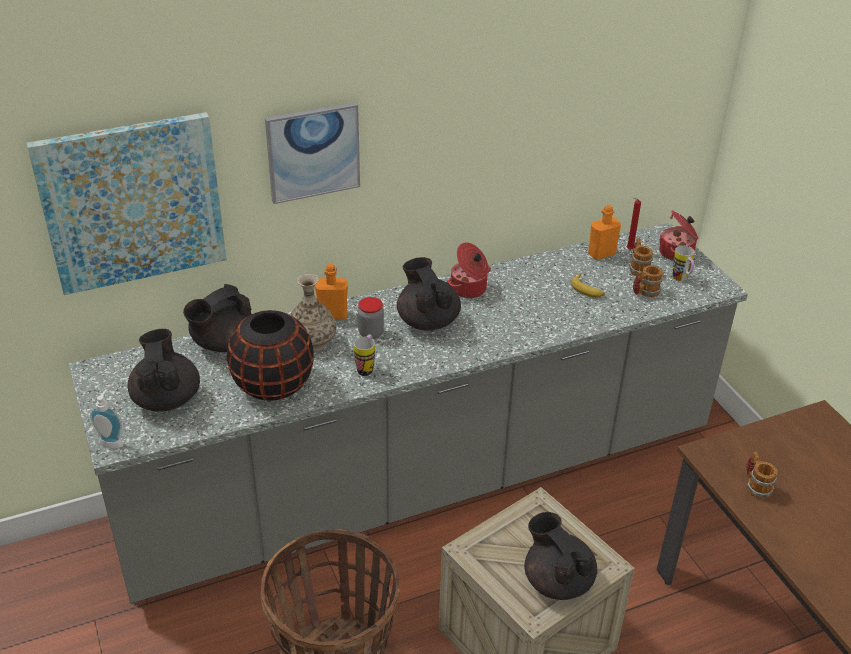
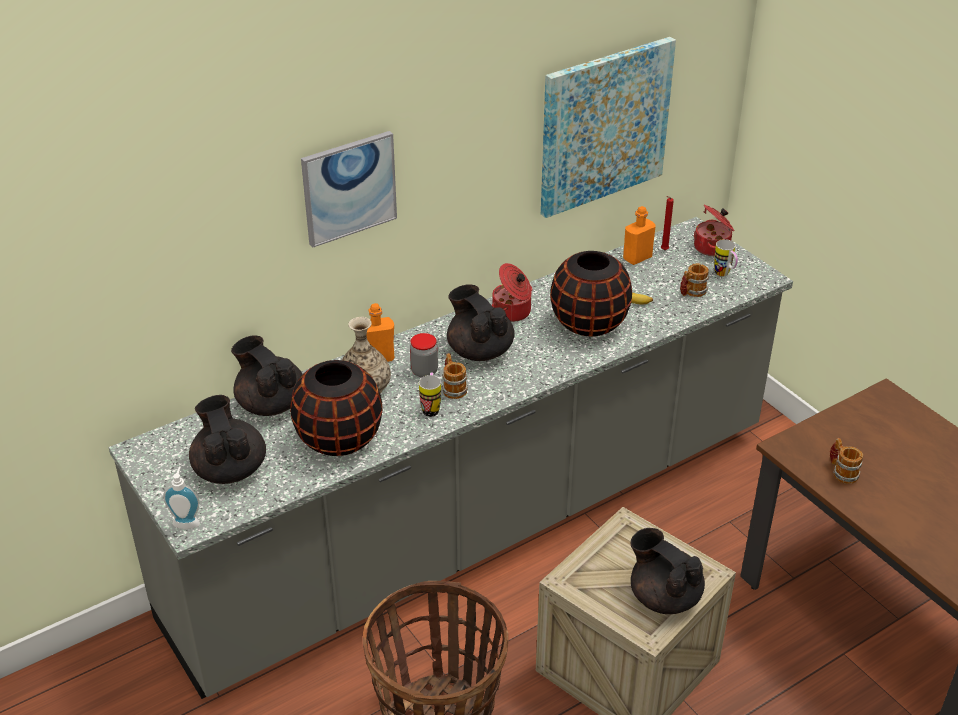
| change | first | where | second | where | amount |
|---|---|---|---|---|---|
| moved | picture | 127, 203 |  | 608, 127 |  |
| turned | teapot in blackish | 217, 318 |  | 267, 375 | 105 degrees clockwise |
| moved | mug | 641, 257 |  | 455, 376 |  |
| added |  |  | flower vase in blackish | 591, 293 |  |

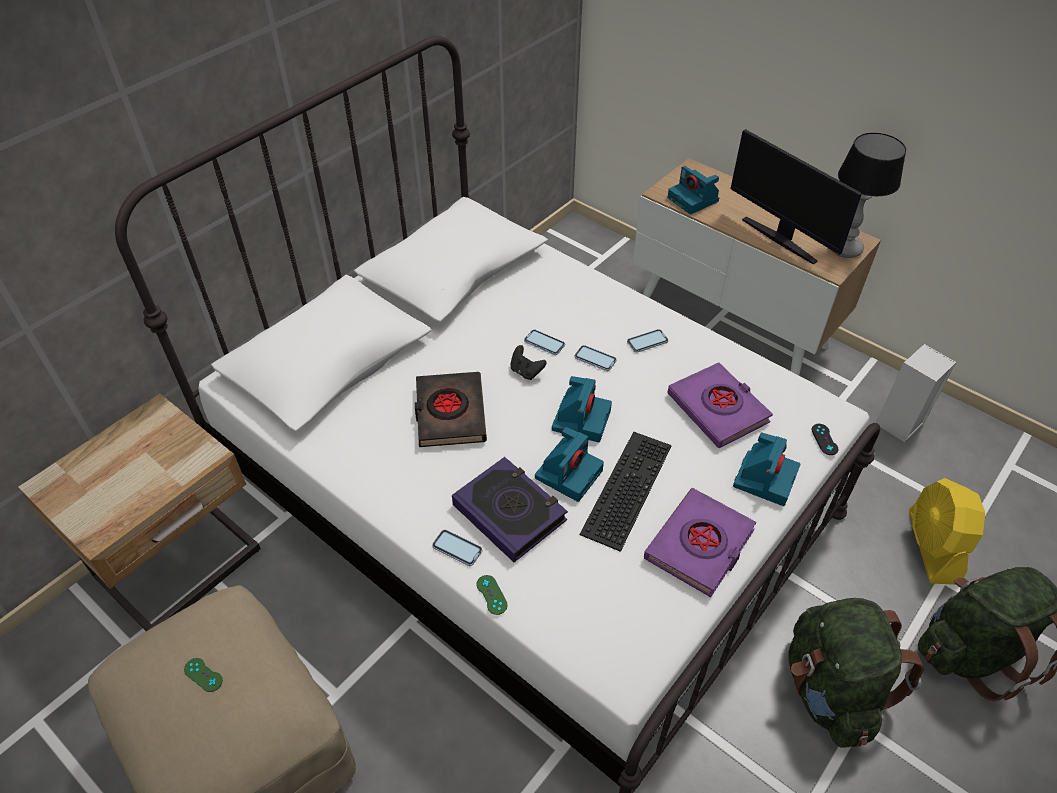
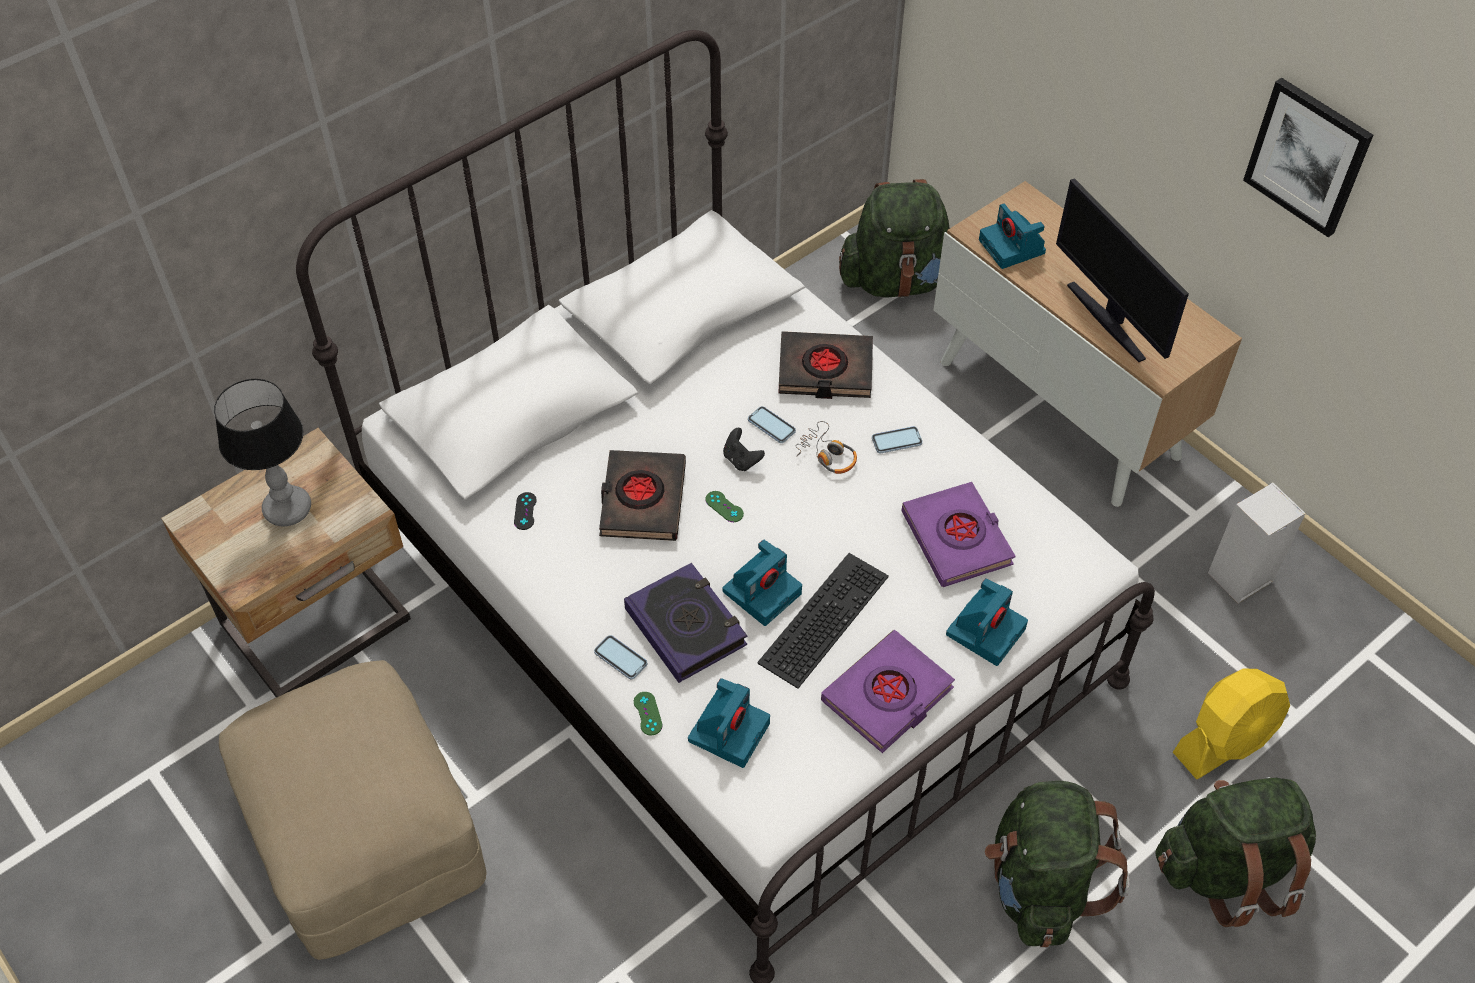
| change | first | where | second | where | amount |
|---|---|---|---|---|---|
| moved | game controller in green | 203, 675 |  | 724, 506 |  |
| moved | photo camera | 582, 409 |  | 729, 723 |  |
| replaced | telephone | 595, 358 | pair of headphones | 826, 447 |  |
| moved | game controller in blackish | 825, 439 |  | 525, 511 |  |
| moved | lamp for a table | 868, 195 |  | 262, 453 |  |
| turned | electric fan in yellow | 947, 531 |  | 1231, 723 | 135 degrees counterclockwise |
| added |  |  | volume in blackish | 825, 365 |  |
| added |  |  | backpack in green | 894, 238 |  |
| added |  |  | picture | 1308, 157 |  |

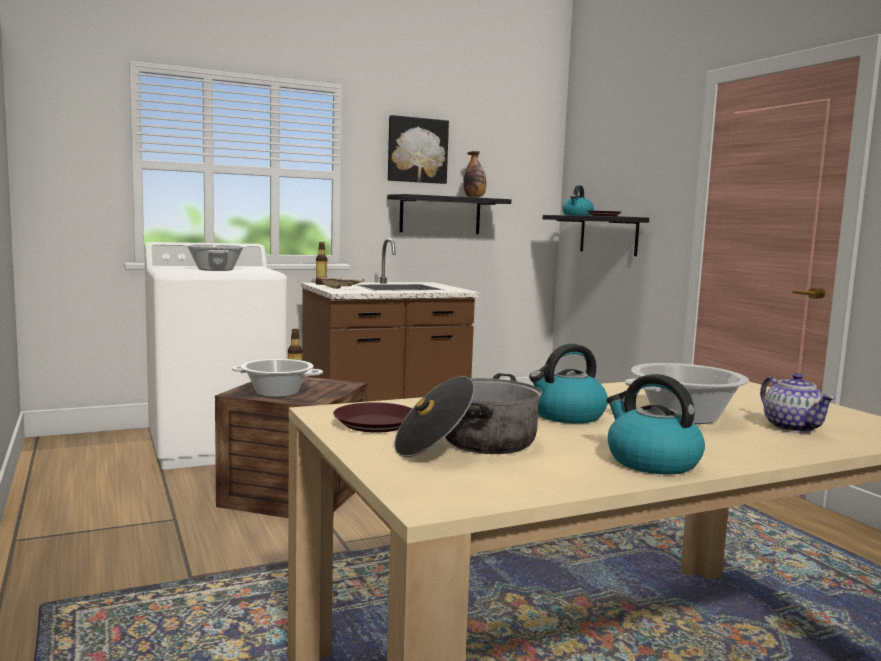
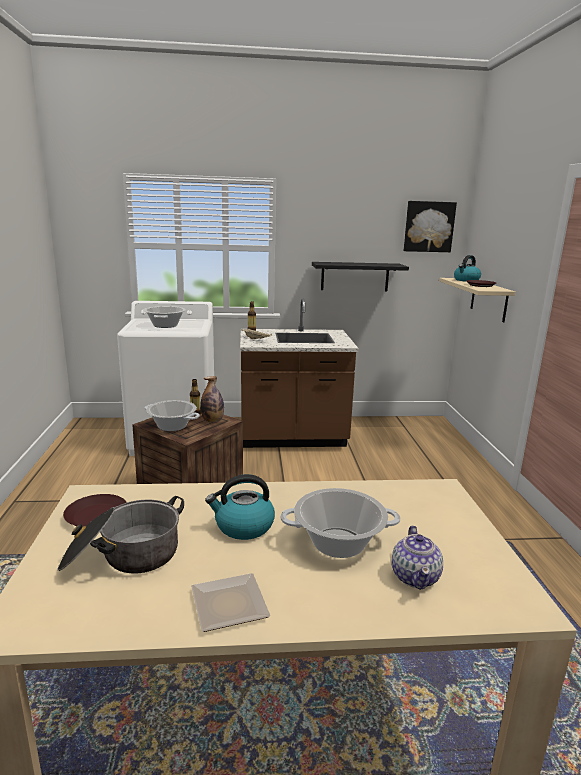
| change | first | where | second | where | amount |
|---|---|---|---|---|---|
| moved | picture | 418, 149 |  | 430, 226 |  |
| moved | drink bottle | 474, 174 |  | 212, 399 |  |
| recoloured | wall shelf in blackish | 596, 235 | wall shelf in beige | 477, 300 |  |
| replaced | tea kettle | 656, 424 | flat dish | 230, 602 |  |

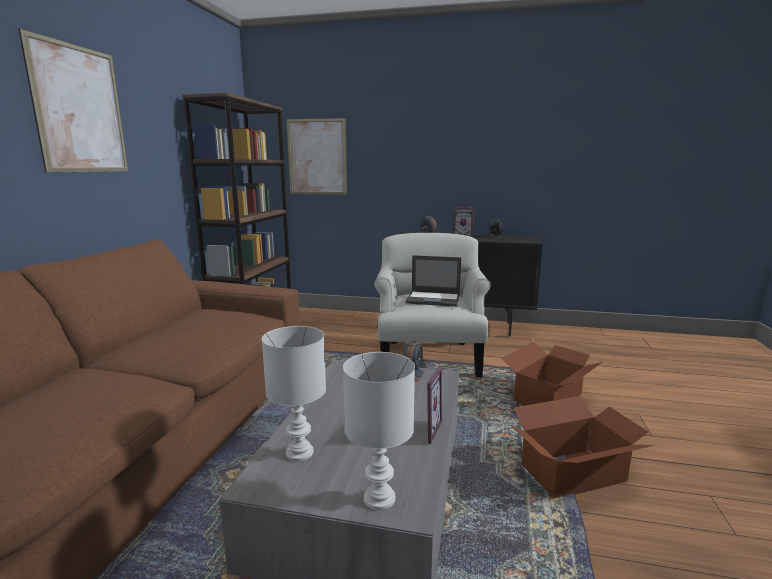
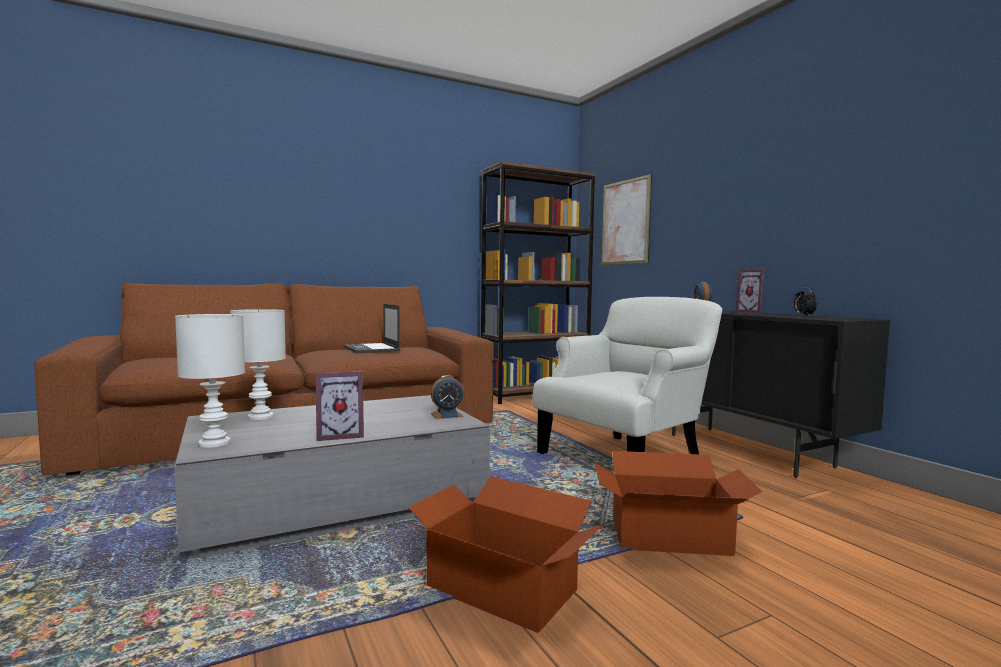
| change | first | where | second | where | amount |
|---|---|---|---|---|---|
| removed | picture | 73, 101 |  |  |  |
| moved | laptop | 433, 281 |  | 372, 328 |  |

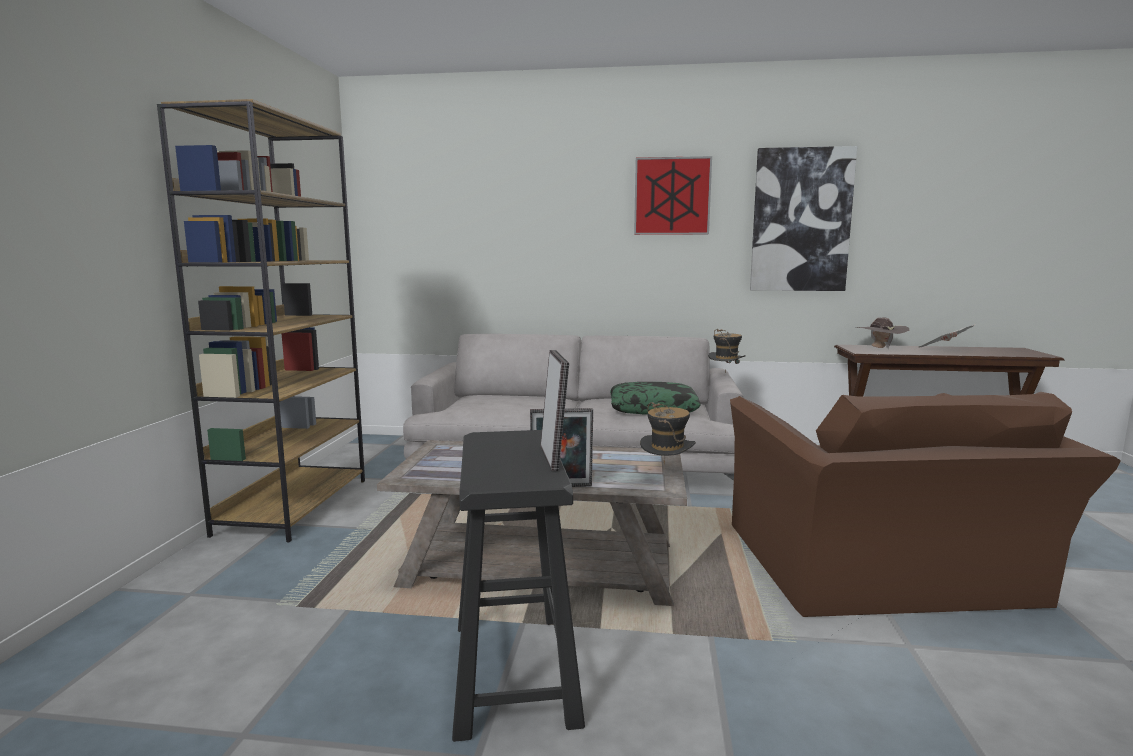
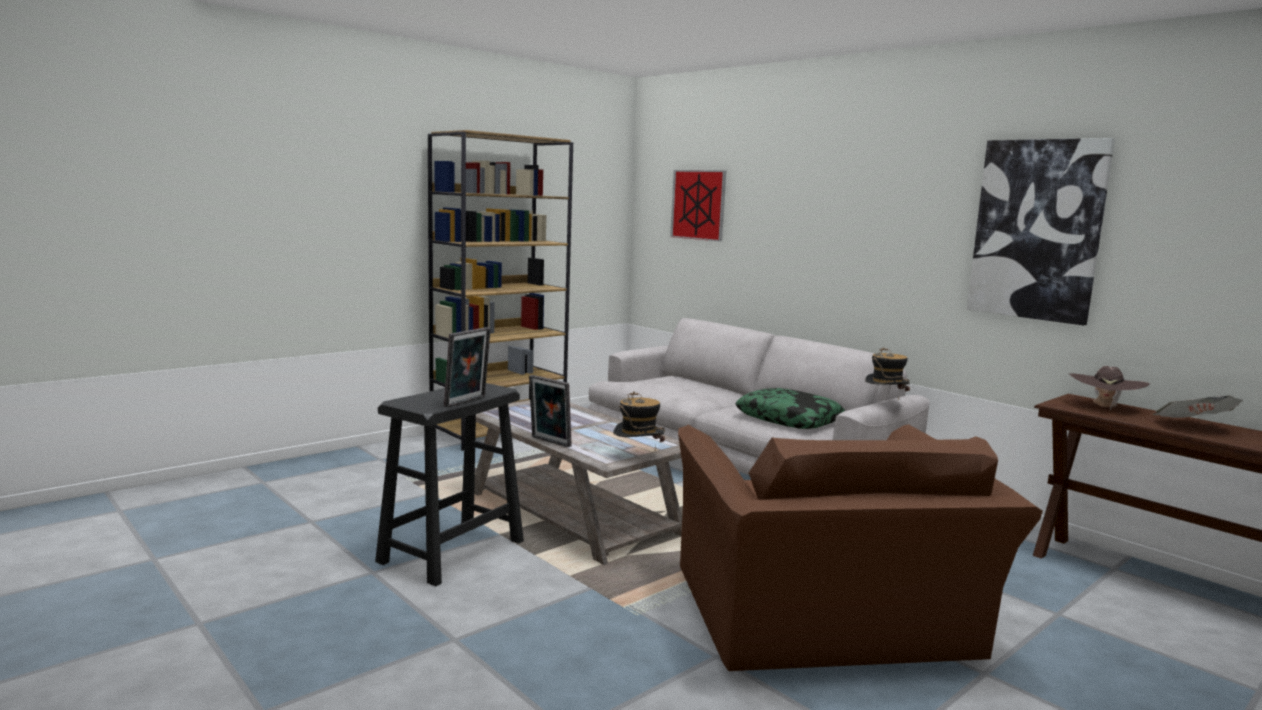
| change | first | where | second | where | amount |
|---|---|---|---|---|---|
| moved | picture | 673, 195 |  | 698, 206 |  |
| turned | lounge chair in brown | 925, 504 |  | 860, 548 | 45 degrees counterclockwise |

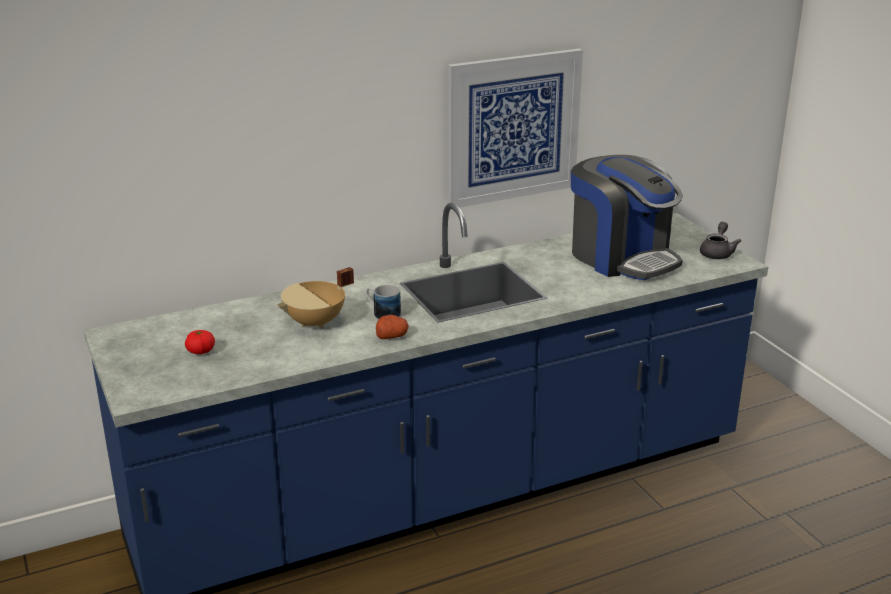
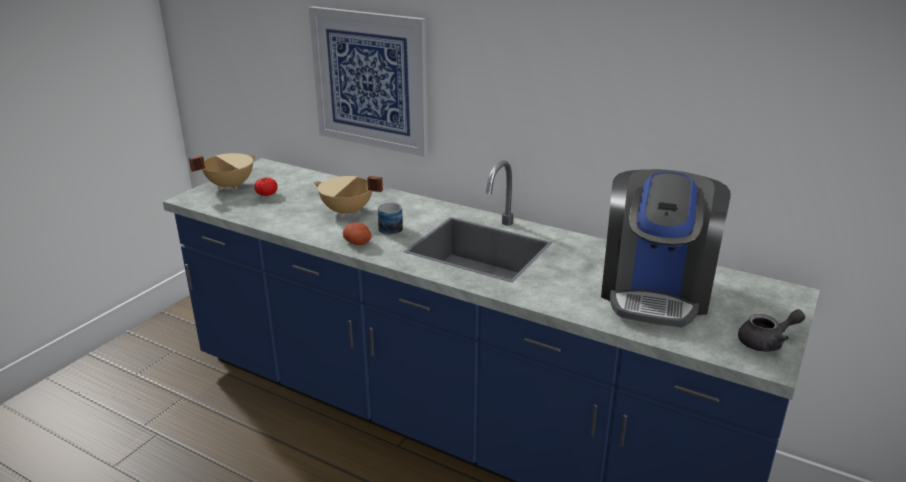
| change | first | where | second | where | amount |
|---|---|---|---|---|---|
| moved | picture | 515, 128 |  | 368, 81 |  |
| added |  |  | cooking pot in beige | 222, 171 |  |

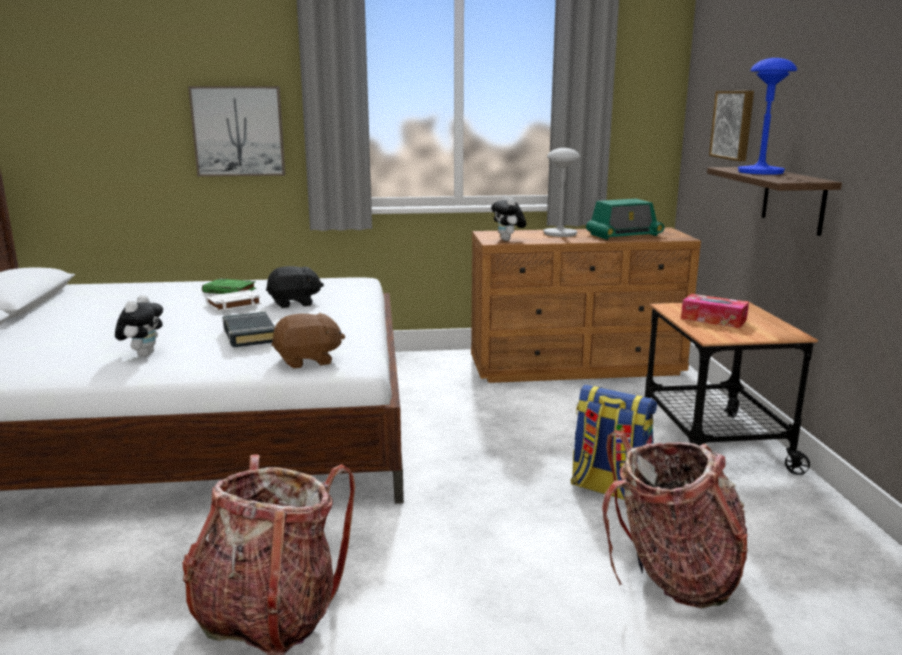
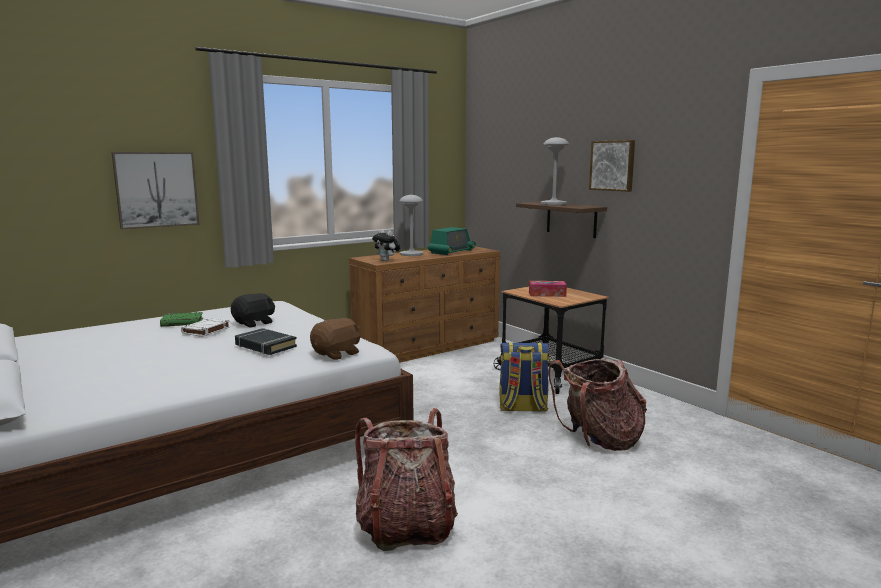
| change | first | where | second | where | amount |
|---|---|---|---|---|---|
| removed | plush toy | 139, 325 |  |  |  |
| moved | picture | 731, 126 |  | 612, 166 |  |
| recoloured | lamp for a table in bluish | 767, 116 | lamp for a table in greyish | 555, 171 |  |

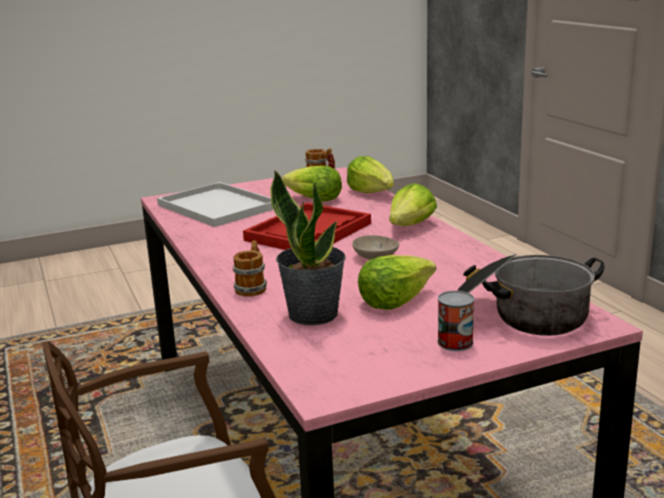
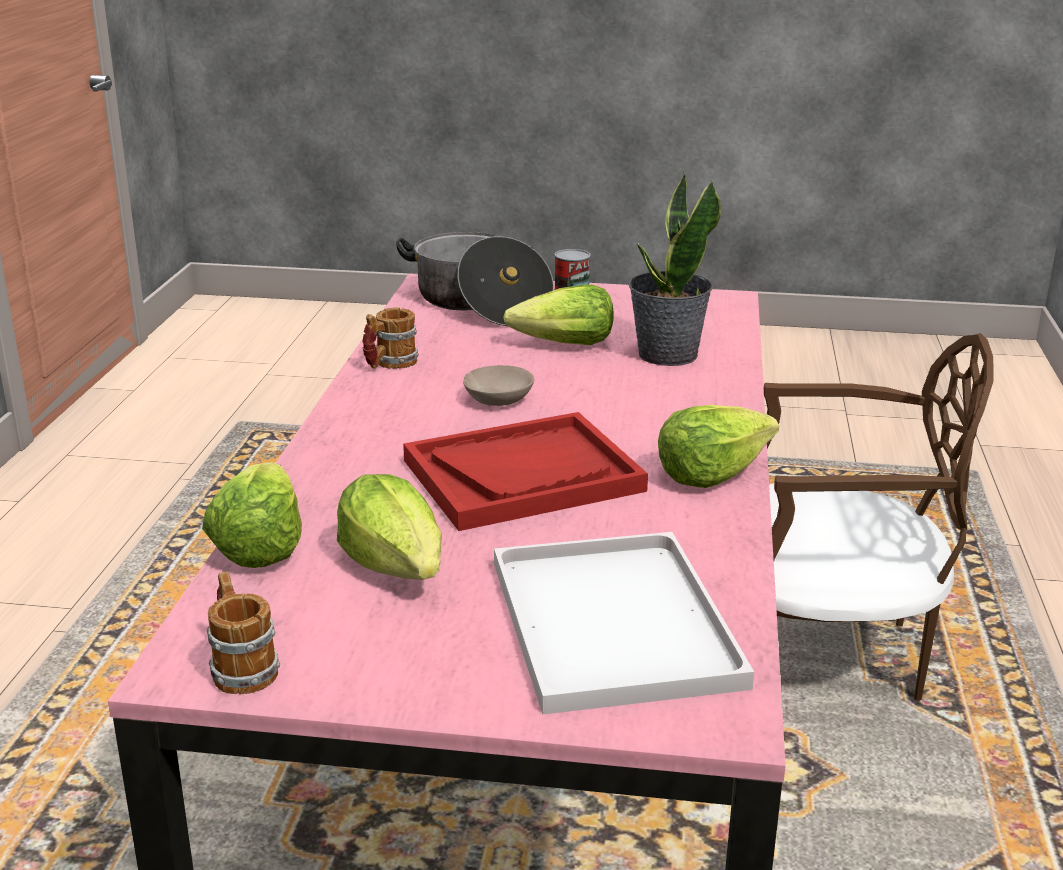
| change | first | where | second | where | amount |
|---|---|---|---|---|---|
| moved | mug | 250, 268 |  | 391, 338 |  |
| moved | lettuce | 413, 204 |  | 718, 446 |  |

